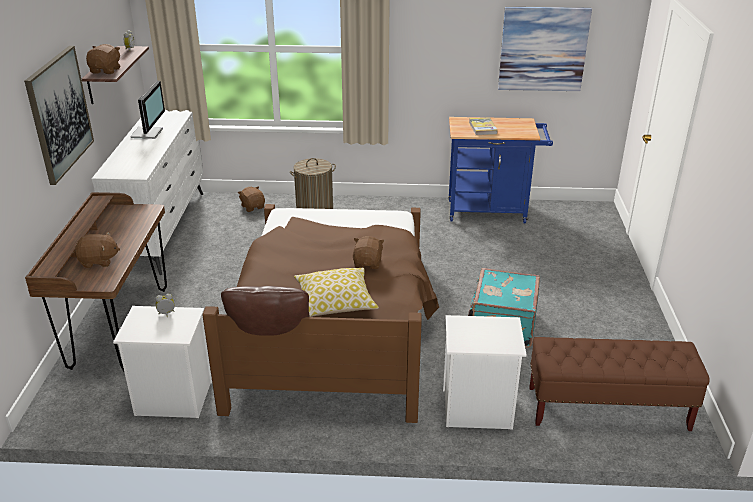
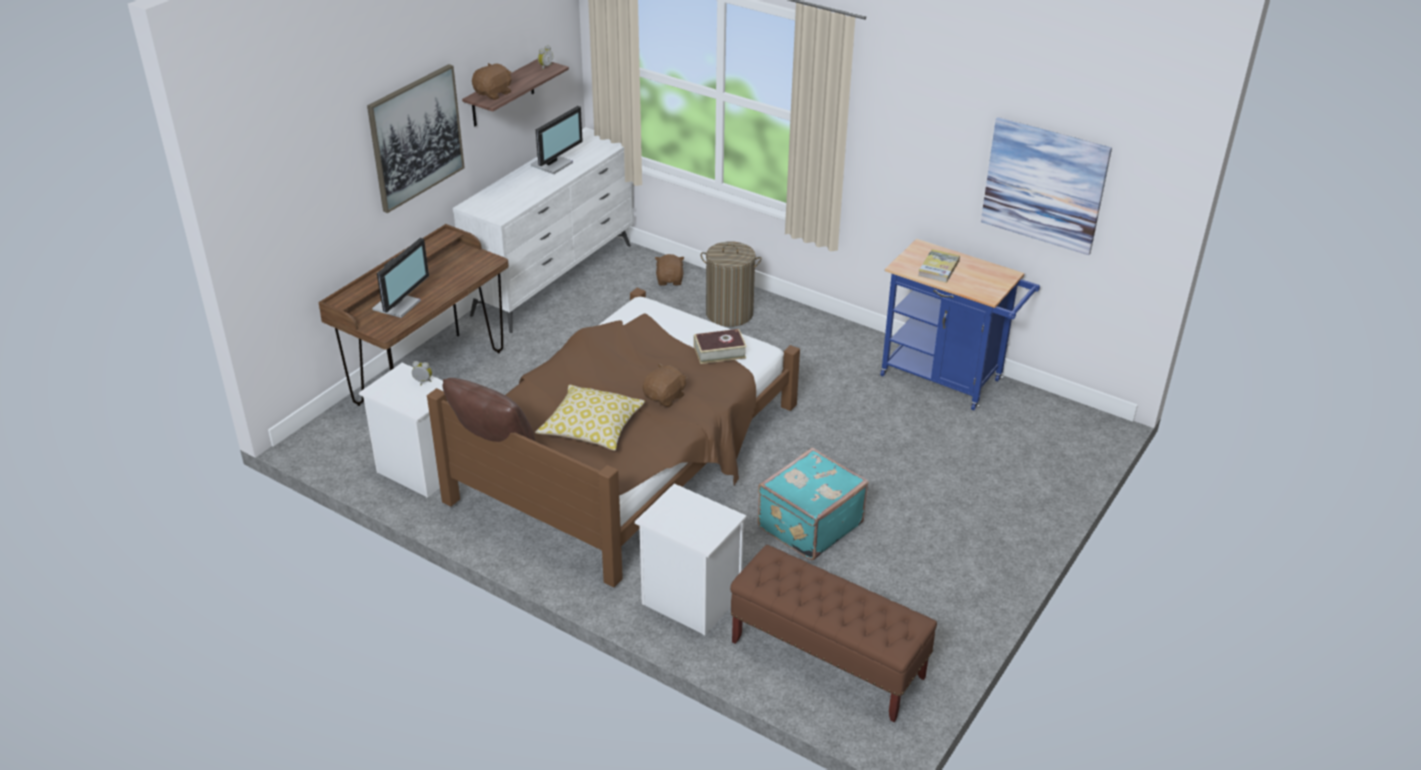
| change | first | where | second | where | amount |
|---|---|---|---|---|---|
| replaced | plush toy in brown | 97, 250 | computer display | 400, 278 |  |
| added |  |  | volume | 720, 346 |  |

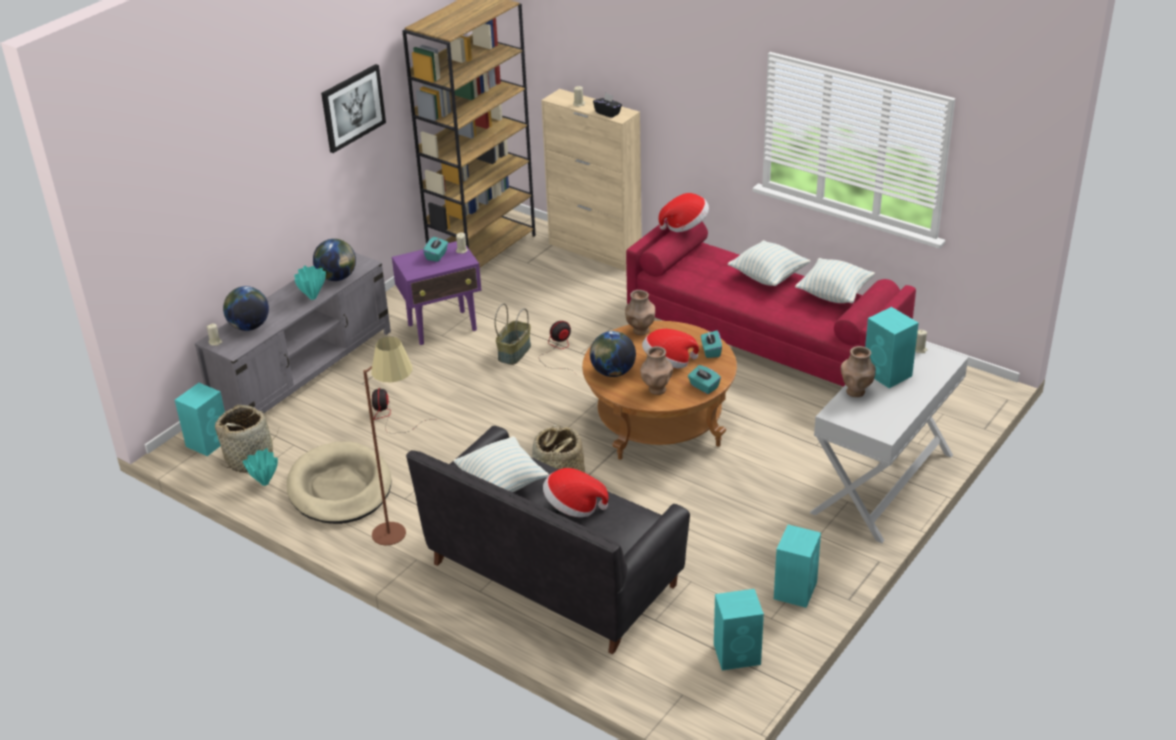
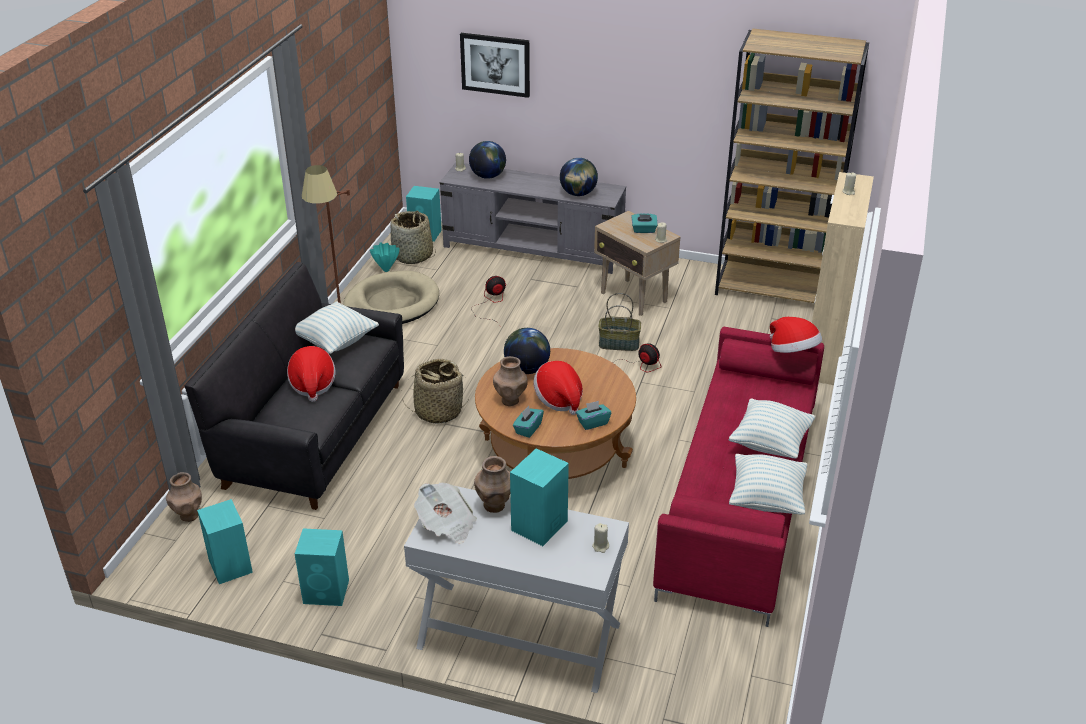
| change | first | where | second | where | amount |
|---|---|---|---|---|---|
| removed | flower vase in turquoise | 310, 283 |  |  |  |
| moved | picture | 353, 108 |  | 495, 65 |  |
| recoloured | accent table in purple | 437, 293 | accent table in beige | 637, 263 |  |
| removed | tissue holder in blackish | 607, 105 |  |  |  |
| moved | flower vase in brown | 640, 312 |  | 184, 497 |  |
| added |  |  | daily paper | 445, 513 |  |

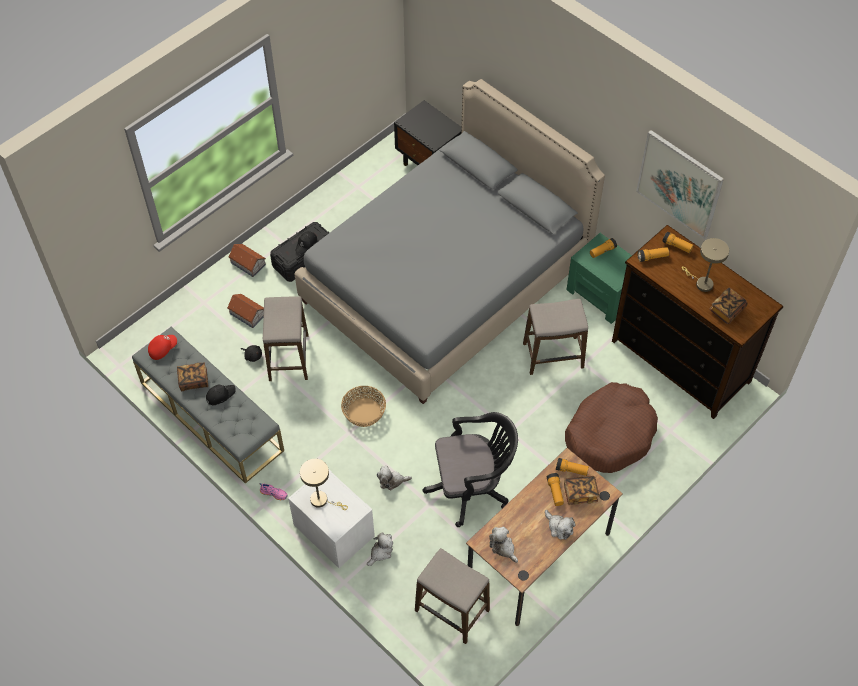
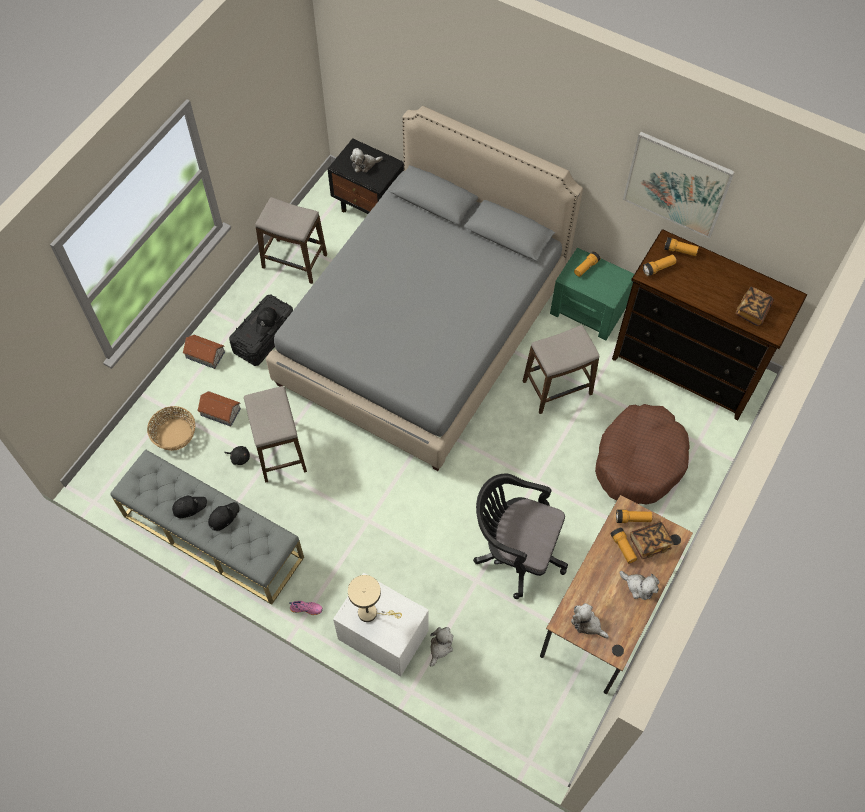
| change | first | where | second | where | amount |
|---|---|---|---|---|---|
| removed | cap in red-coloured | 162, 347 |  |  |  |
| replaced | volume | 192, 376 | cap in blackish | 189, 506 |  |
| moved | household basket | 363, 406 |  | 171, 428 |  |
| moved | plush toy | 394, 478 |  | 366, 160 |  |
| moved | stool seat | 452, 596 |  | 291, 240 |  |
| turned | computer chair in blackish | 470, 469 |  | 520, 536 | 135 degrees counterclockwise |
| removed | lamp for a table in beige | 705, 265 |  |  |  |

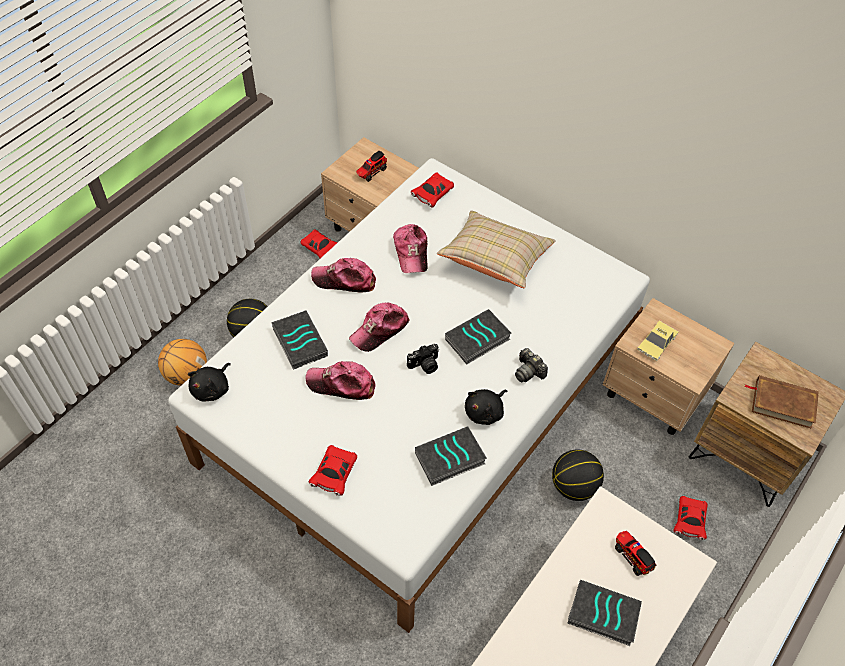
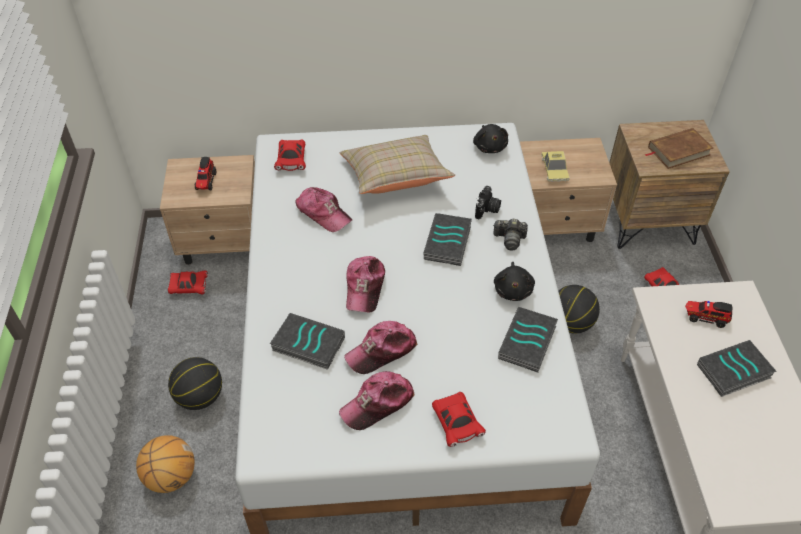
| change | first | where | second | where | amount |
|---|---|---|---|---|---|
| moved | plush toy in blackish | 209, 382 |  | 490, 138 |  |
| moved | cap | 343, 275 |  | 377, 400 |  |
| moved | photo camera | 423, 359 |  | 488, 202 |  |

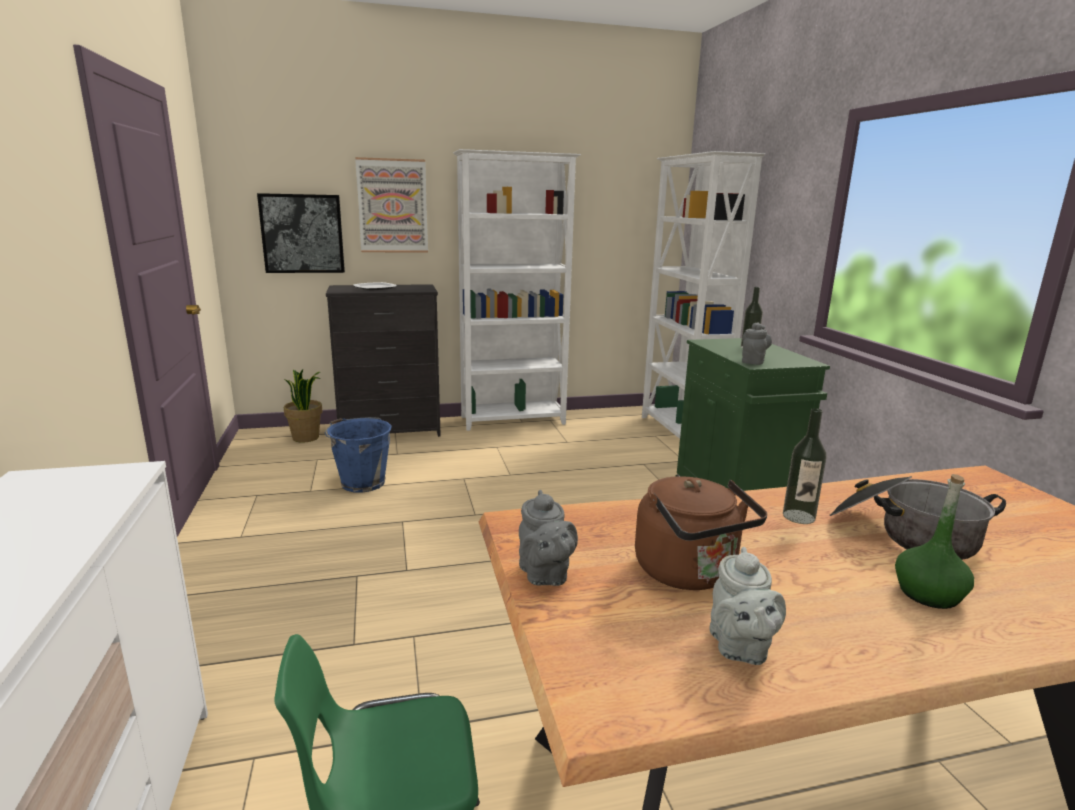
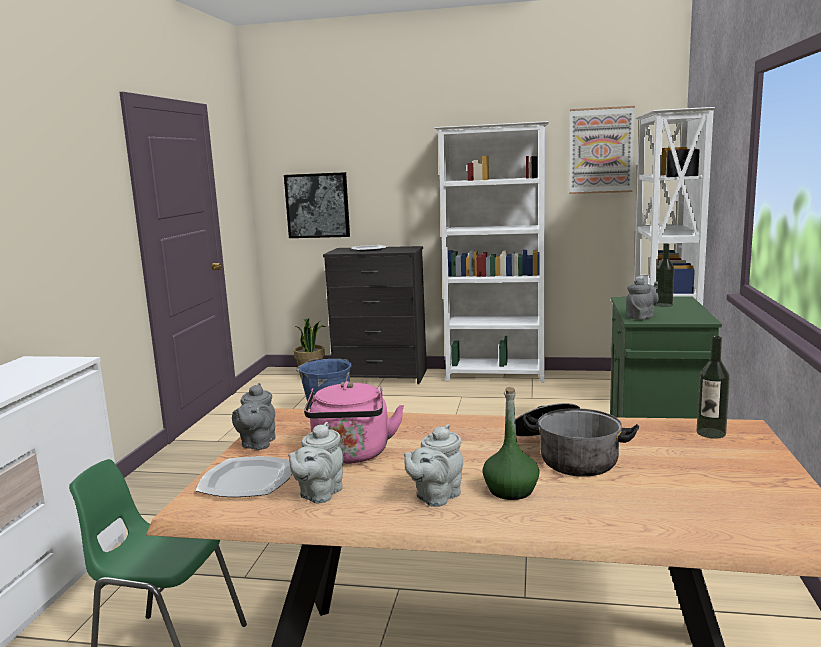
| change | first | where | second | where | amount |
|---|---|---|---|---|---|
| moved | picture | 391, 204 |  | 602, 150 |  |
| recoloured | tea kettle in brown | 701, 533 | tea kettle in pink-coloured | 354, 422 |  |
| moved | drink bottle | 805, 466 |  | 713, 387 |  |
| added |  |  | flat dish | 244, 476 |  |
| added |  |  | teapot in greyish | 433, 465 |  |

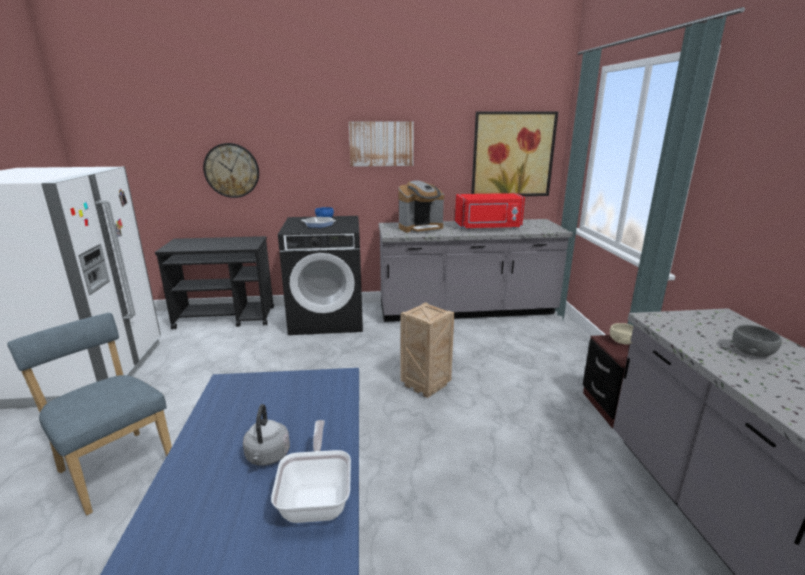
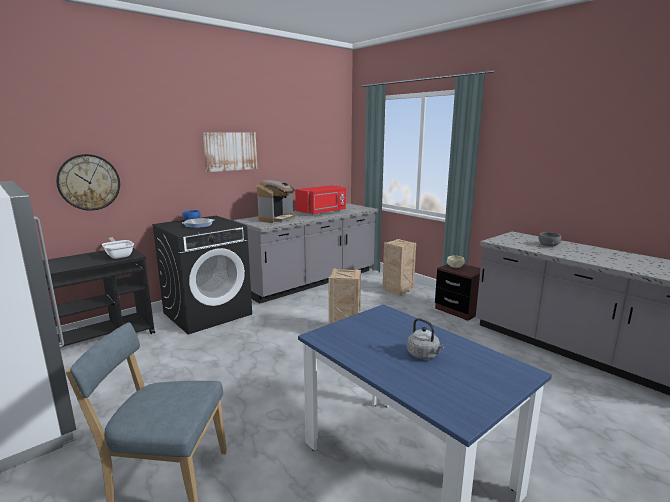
| change | first | where | second | where | amount |
|---|---|---|---|---|---|
| moved | pan | 311, 471 |  | 118, 248 |  |
| removed | picture | 514, 154 |  |  |  |
| added |  |  | shipping crate | 399, 267 |  |

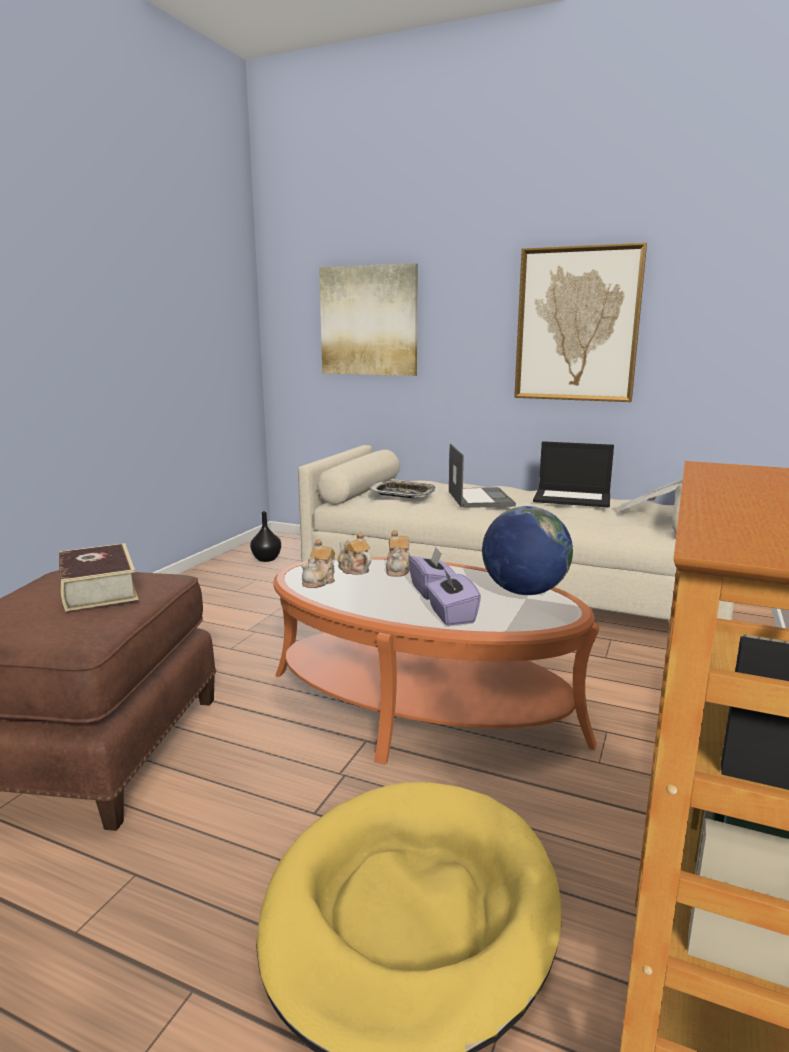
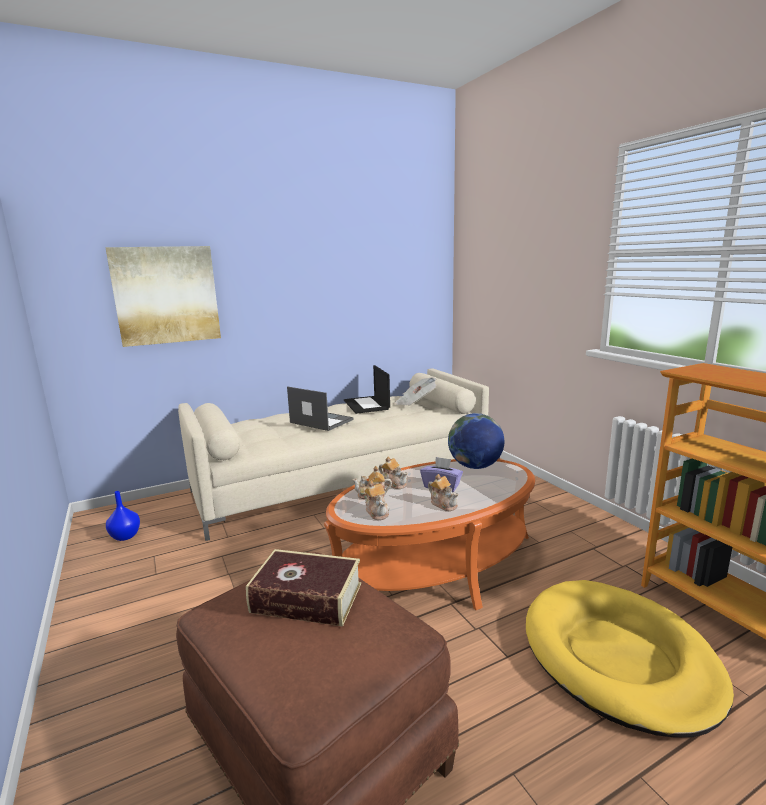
| change | first | where | second | where | amount |
|---|---|---|---|---|---|
| recoloured | flower vase in blackish | 265, 536 | flower vase in bluish | 123, 516 |  |
| removed | tray | 403, 489 |  |  |  |
| removed | tissue holder in purple | 453, 596 |  |  |  |
| removed | picture | 580, 322 |  |  |  |
| turned | laptop | 573, 474 |  | 367, 389 | 105 degrees clockwise |
| added |  |  | teapot | 443, 492 |  |

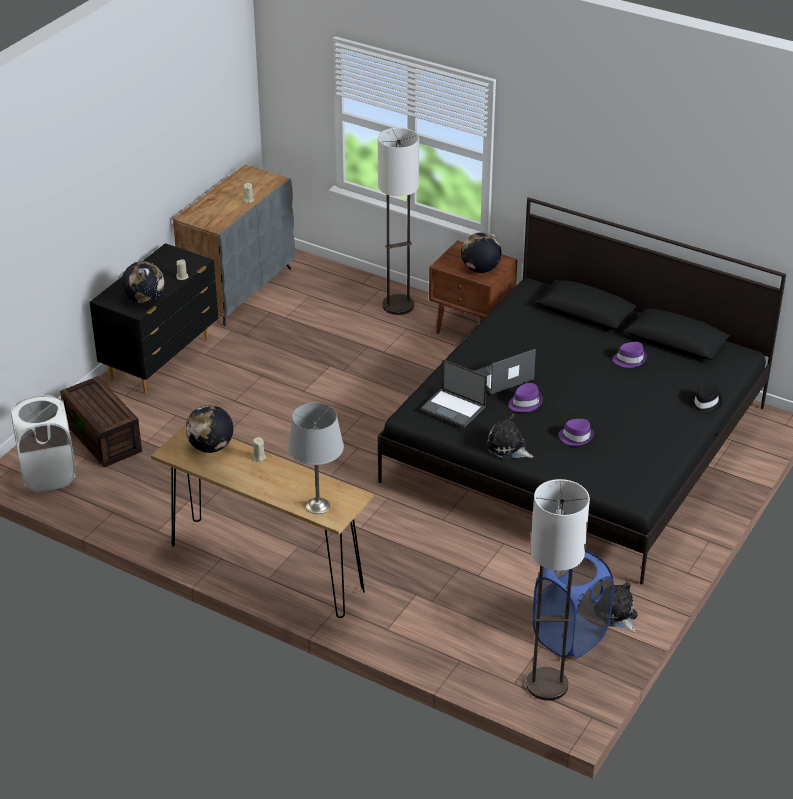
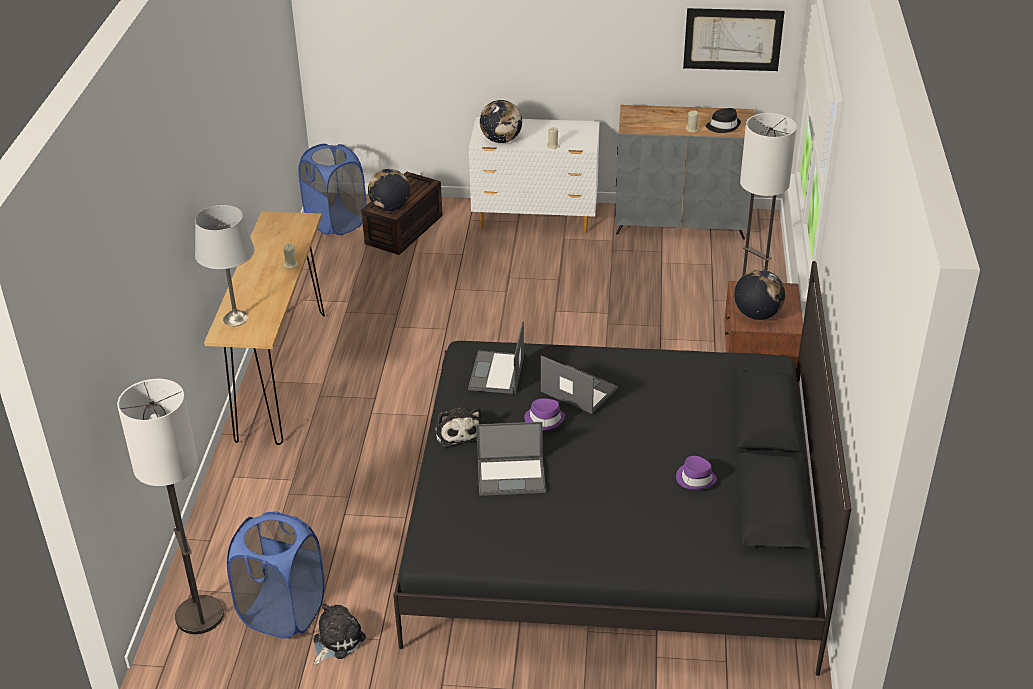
| change | first | where | second | where | amount |
|---|---|---|---|---|---|
| recoloured | laundry basket in white | 43, 443 | laundry basket in bluish | 332, 189 |  |
| recoloured | dresser in blackish | 154, 318 | dresser in white | 534, 175 |  |
| moved | globe | 209, 429 |  | 389, 190 |  |
| turned | plush toy | 510, 436 |  | 458, 427 | 150 degrees clockwise |
| replaced | clothing hat in purple | 576, 432 | laptop | 511, 459 |  |
| moved | clothing hat in blackish | 706, 398 |  | 723, 120 |  |
| added |  |  | picture | 734, 39 |  |

